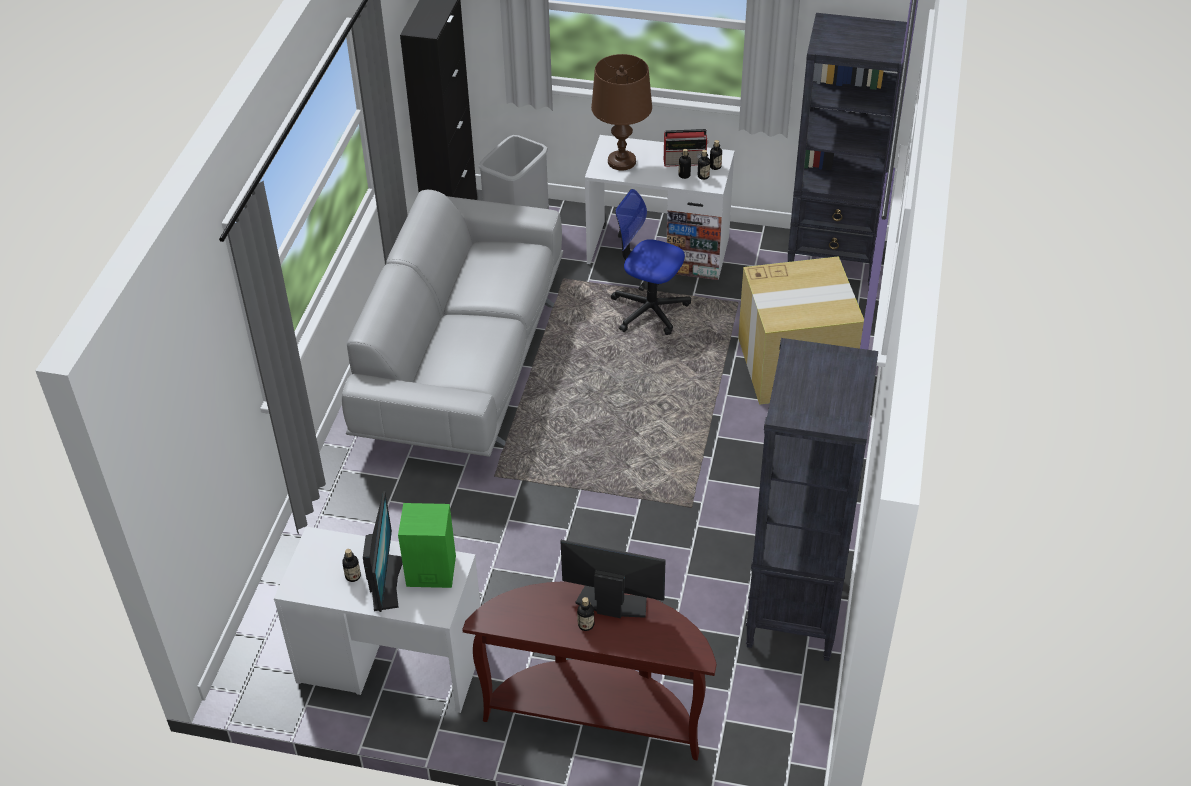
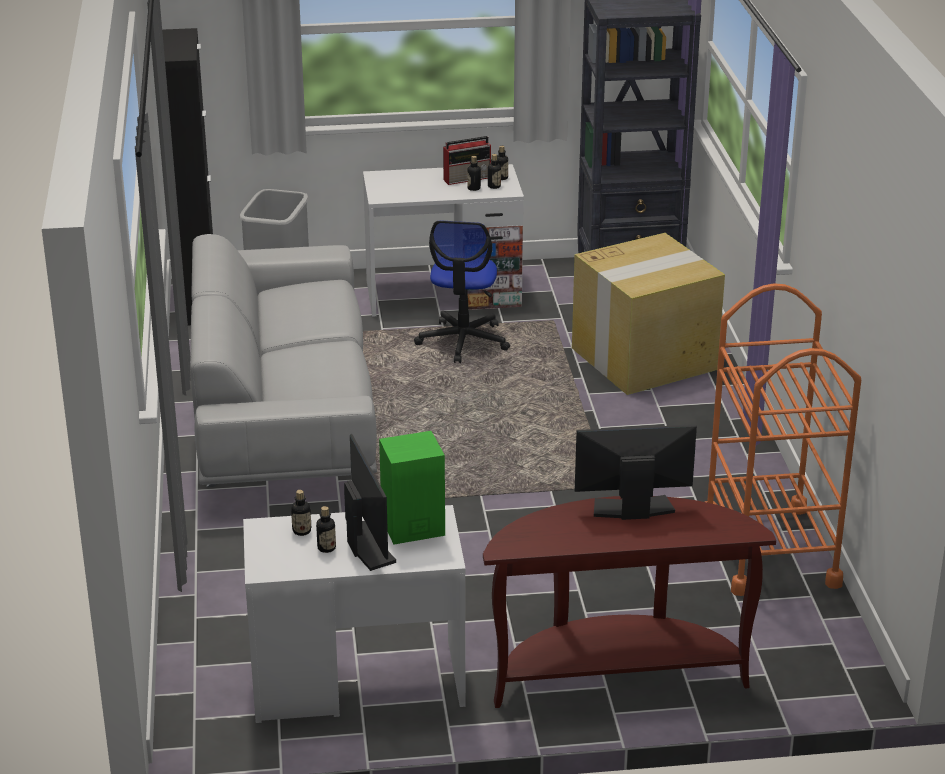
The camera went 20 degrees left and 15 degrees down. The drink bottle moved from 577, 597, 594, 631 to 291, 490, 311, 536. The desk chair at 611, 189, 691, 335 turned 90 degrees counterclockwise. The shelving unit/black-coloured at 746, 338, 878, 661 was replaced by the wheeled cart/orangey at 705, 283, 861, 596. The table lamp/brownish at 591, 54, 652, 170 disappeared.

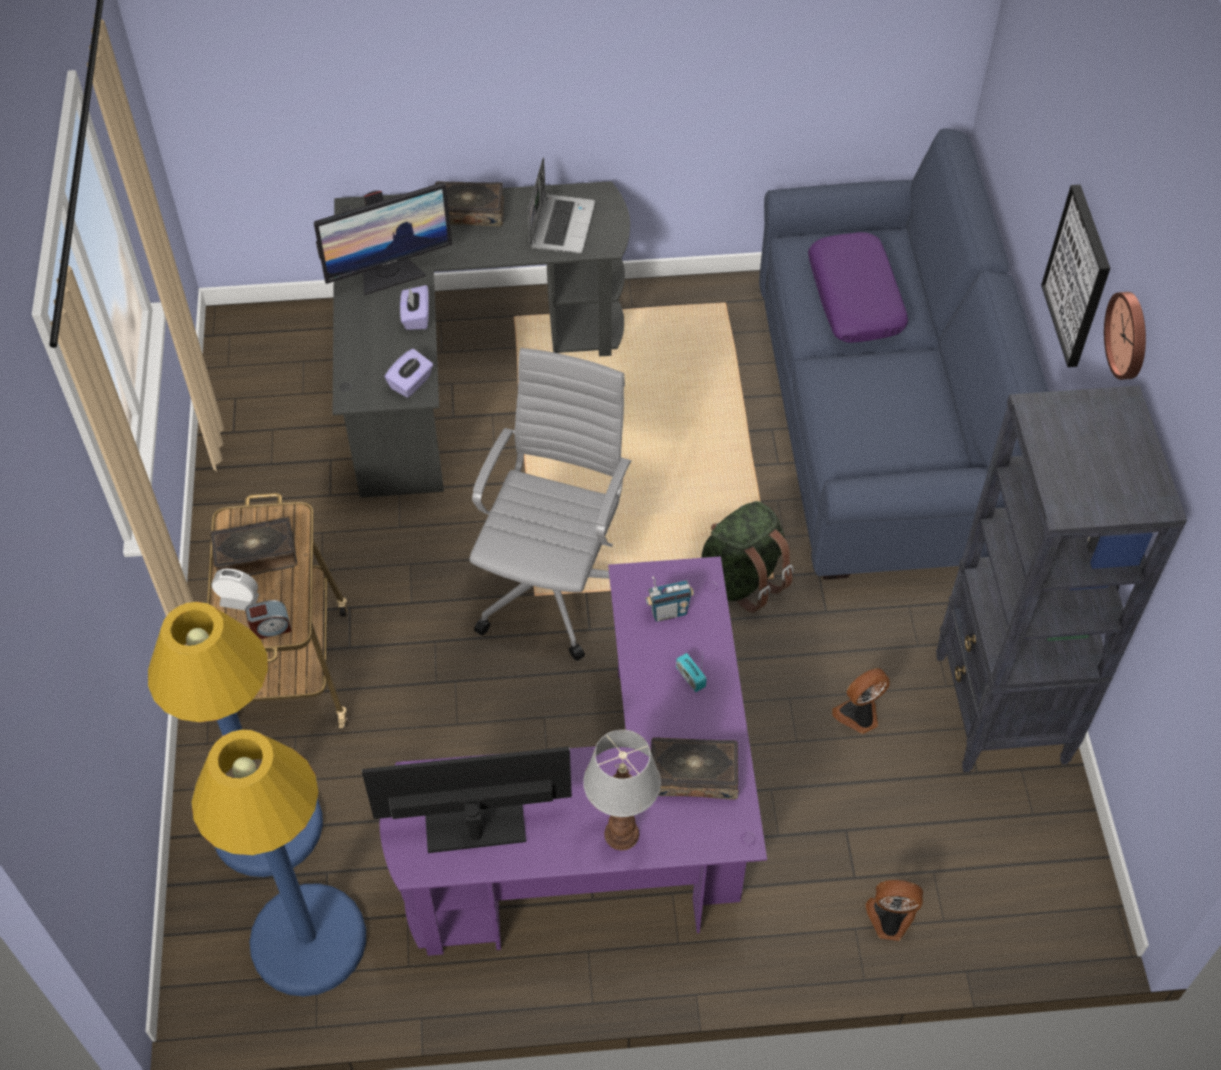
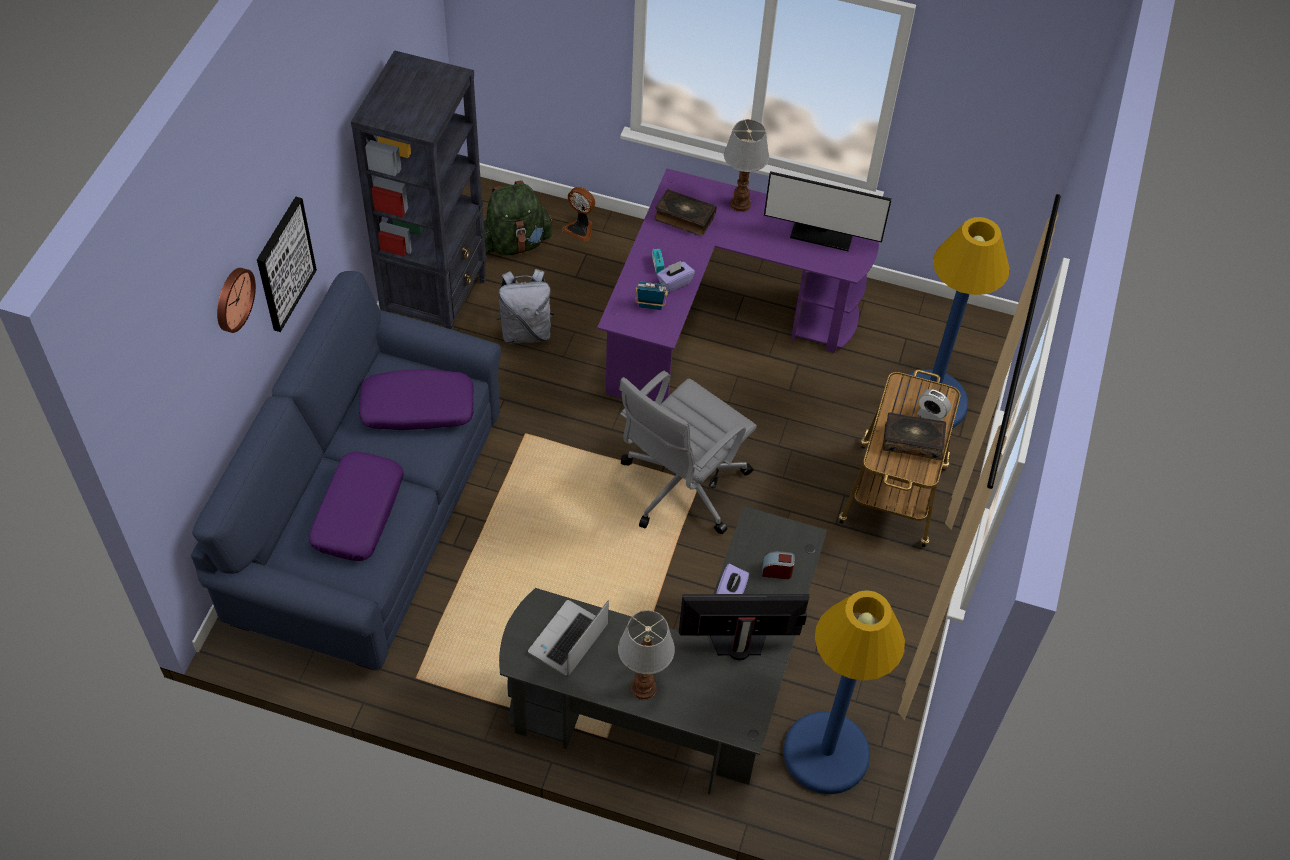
The camera went 160 degrees left and 0 degrees up. The wall clock moved from 1104, 292, 1146, 380 to 217, 268, 256, 333. The cushion/purple at 359, 369, 474, 430 appeared. The backpack/green moved from 701, 501, 794, 613 to 483, 180, 553, 256. The fan at 832, 668, 890, 734 was replaced by the backpack/gray at 497, 269, 555, 344. The volume at 435, 181, 504, 226 was replaced by the table lamp at 618, 610, 675, 700. The tissue box/purple moved from 384, 349, 433, 398 to 657, 261, 695, 293. The bedside clock moved from 245, 600, 292, 639 to 762, 551, 795, 579. The standing lamp/bluish moved from 191, 730, 366, 997 to 783, 590, 905, 794.

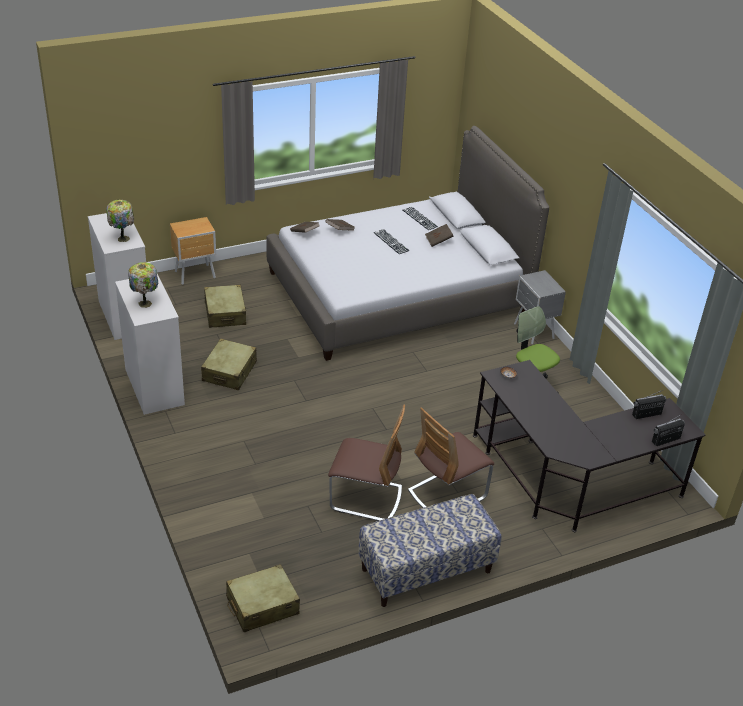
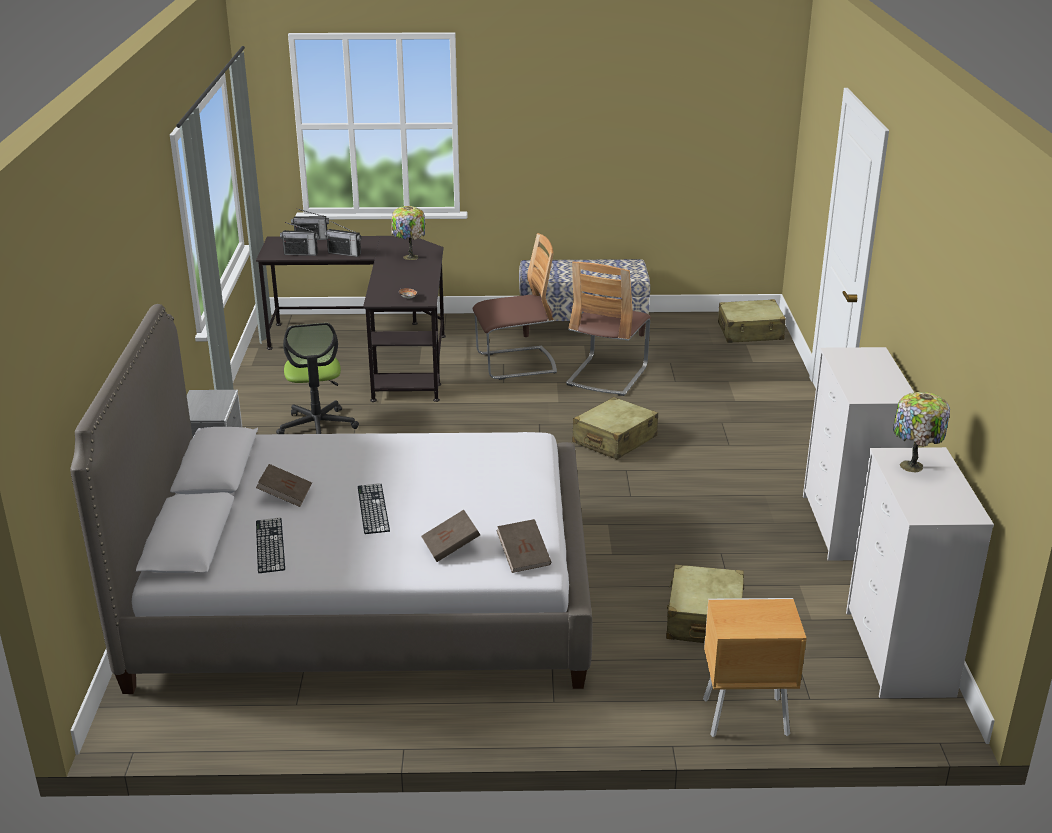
The camera went 155 degrees left and 10 degrees down. The radio at 325, 221, 362, 257 appeared. The table lamp moved from 128, 262, 158, 308 to 391, 206, 425, 260. The plain chair at 328, 405, 405, 521 turned 105 degrees counterclockwise. The piece of luggage/sand-coloured moved from 201, 338, 257, 390 to 572, 397, 658, 459.

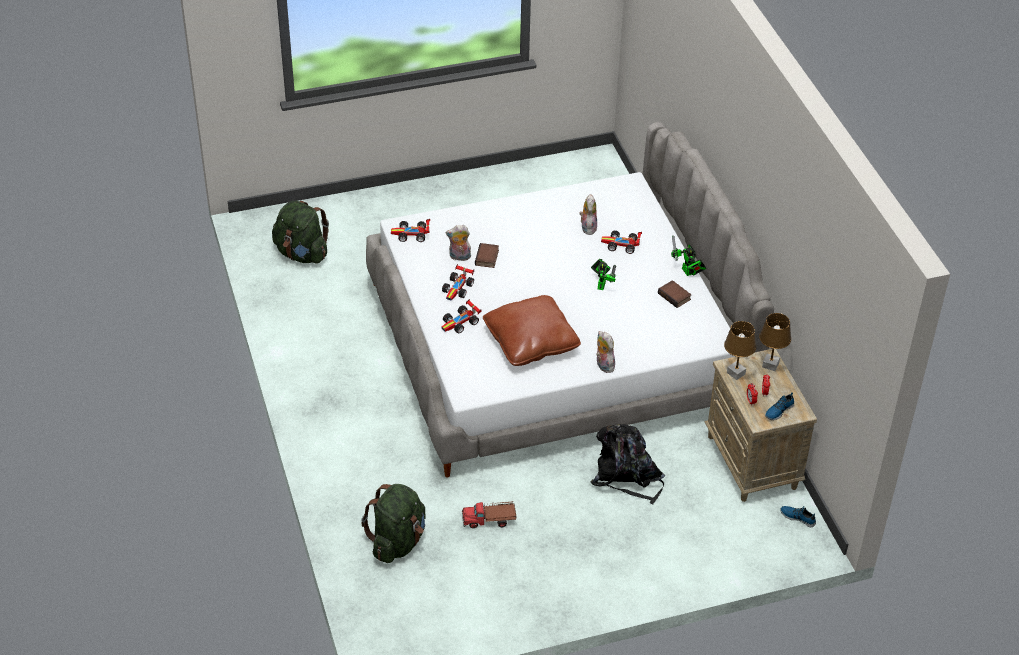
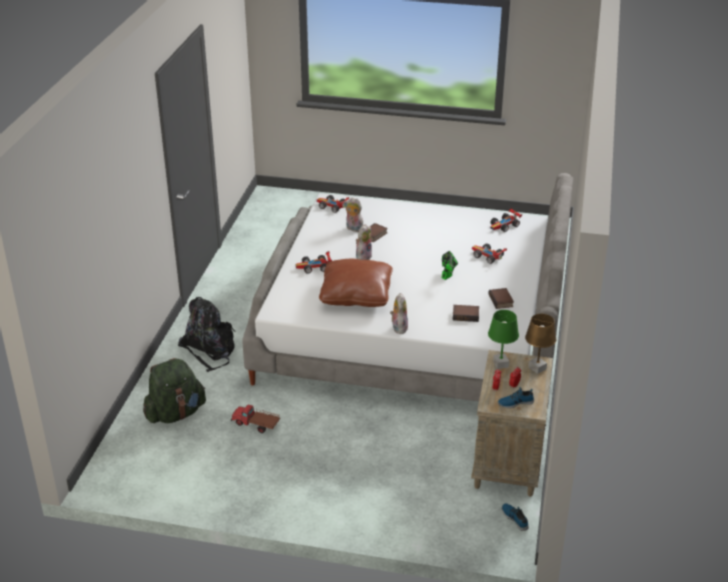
The camera went 30 degrees right and 10 degrees down. The backpack/black-coloured moved from 591, 424, 665, 504 to 178, 297, 236, 372. The plush toy moved from 579, 194, 597, 235 to 356, 224, 372, 260. The volume at 453, 305, 479, 322 appeared. The table lamp/brownish at 724, 321, 756, 380 became the table lamp/green at 488, 310, 519, 369. The miniature car moved from 442, 264, 474, 301 to 490, 208, 522, 232. The backpack/green at 272, 201, 329, 264 disappeared. The robot figure at 671, 235, 706, 276 disappeared.

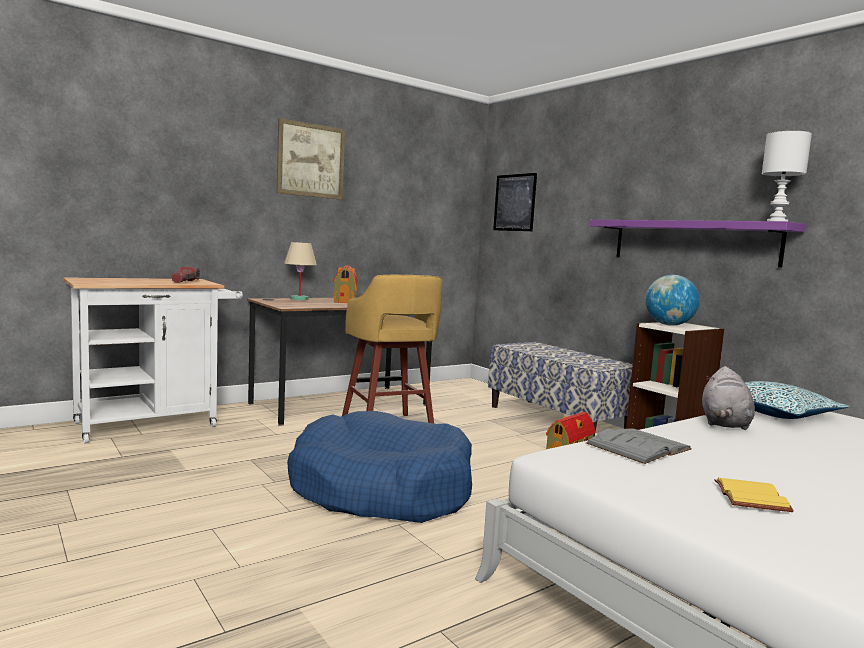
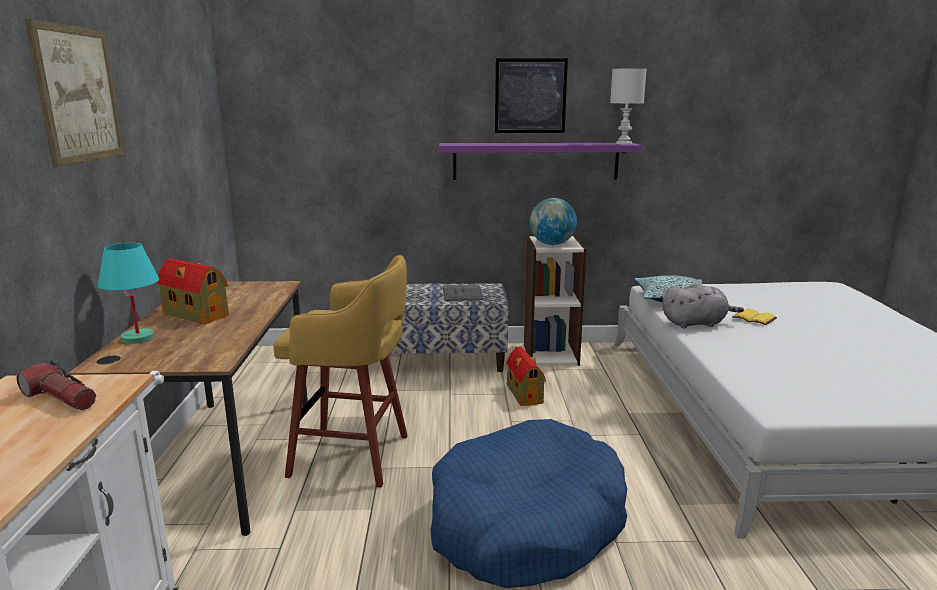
The camera went 55 degrees left and 10 degrees up. The table lamp/sand-coloured at 284, 242, 317, 300 became the table lamp/turquoise-coloured at 98, 243, 159, 344. The volume/gray moved from 586, 428, 692, 464 to 443, 284, 484, 301. The wall art moved from 493, 173, 537, 231 to 495, 58, 568, 133. The plush toy/gray at 702, 366, 755, 430 turned 60 degrees counterclockwise. The volume/yellow moved from 715, 478, 794, 512 to 732, 309, 777, 325.

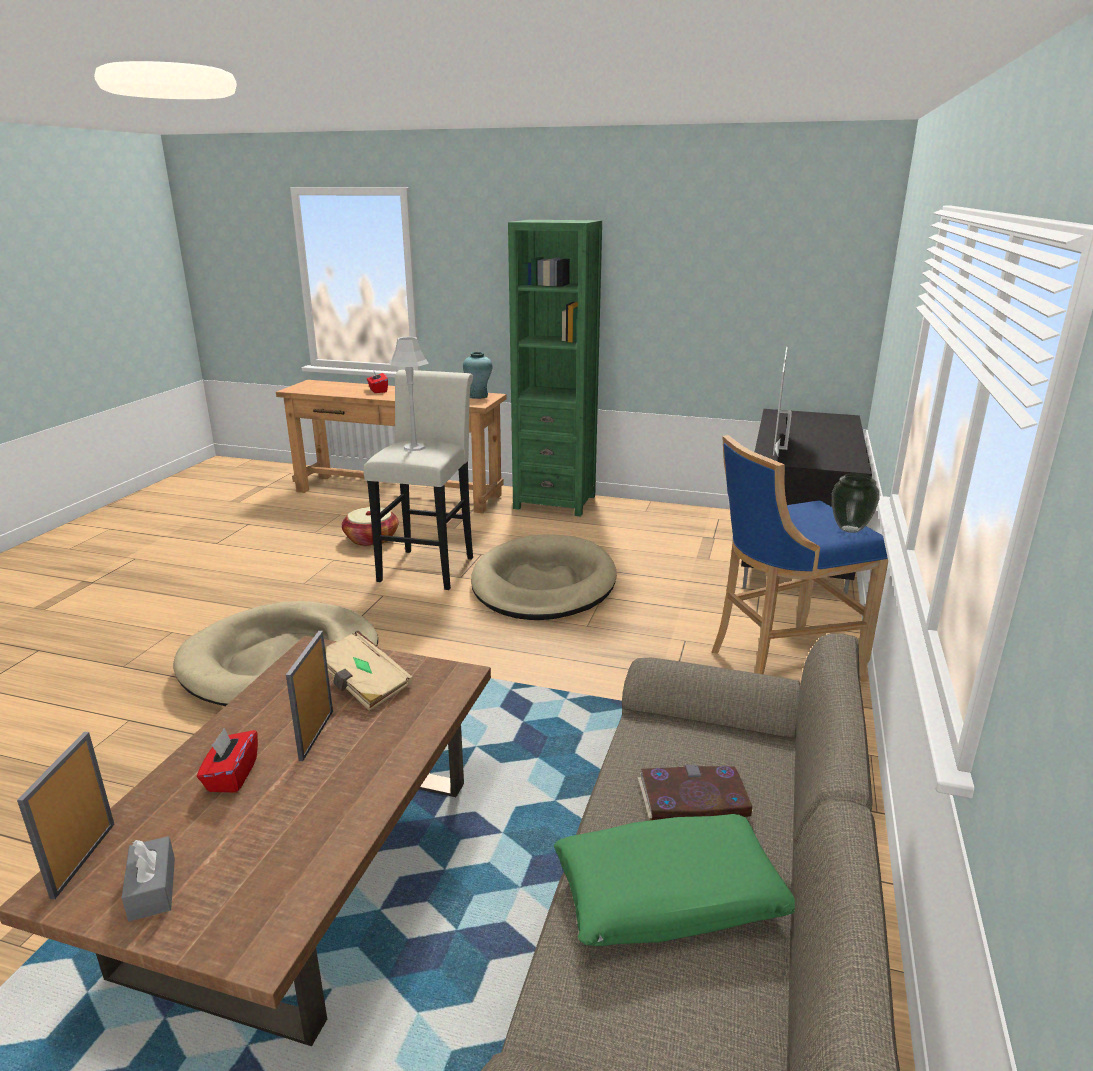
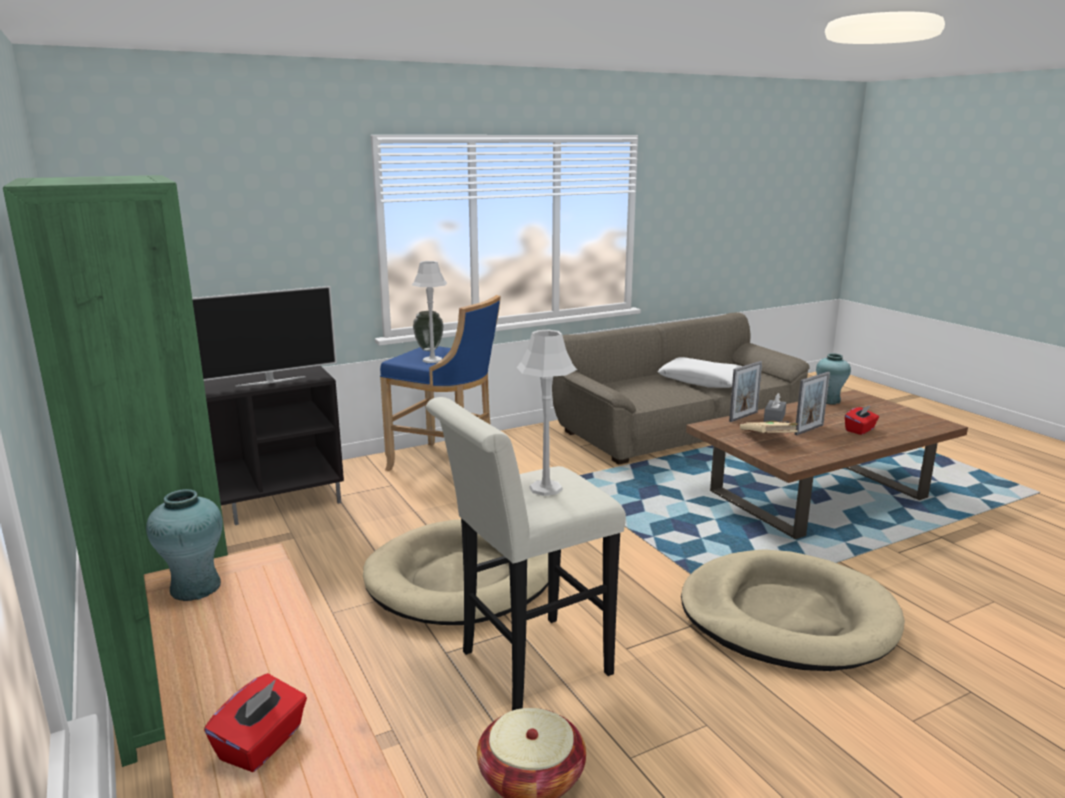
The camera went 135 degrees left and 5 degrees down. The table lamp/gray at 412, 261, 447, 363 appeared. The cushion/green at 554, 814, 795, 946 became the cushion/white-coloured at 658, 357, 742, 388. The photo frame moved from 17, 732, 115, 899 to 729, 361, 762, 422. The tissue box/gray moved from 122, 836, 175, 921 to 764, 393, 786, 422. The vase/turquoise-coloured at 816, 353, 851, 405 appeared. The volume at 638, 765, 753, 820 disappeared.

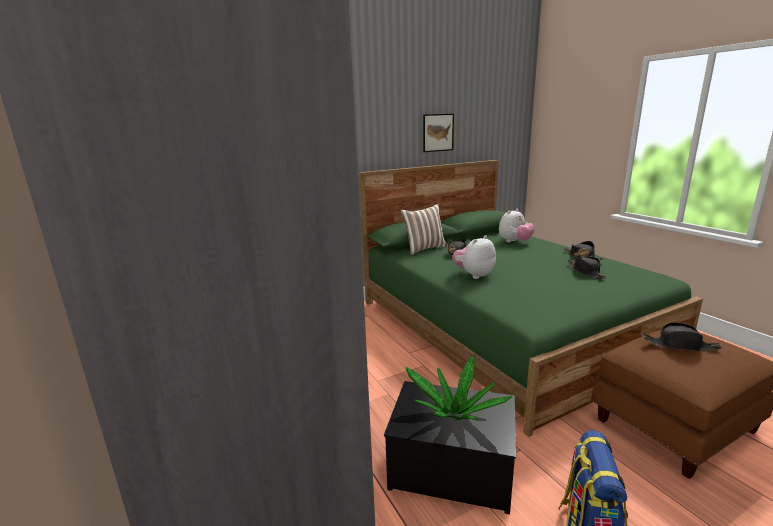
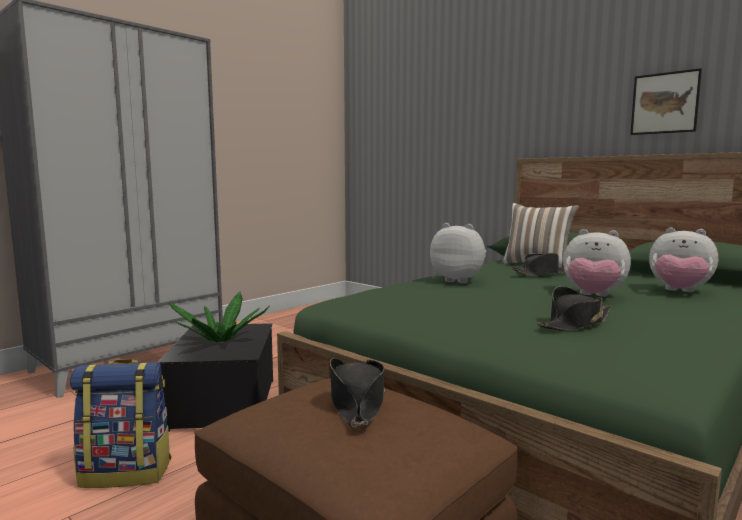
The camera went 70 degrees right and 10 degrees down. The plush toy at 563, 229, 631, 297 appeared. The clothing hat/black-coloured at 564, 241, 603, 260 disappeared.

